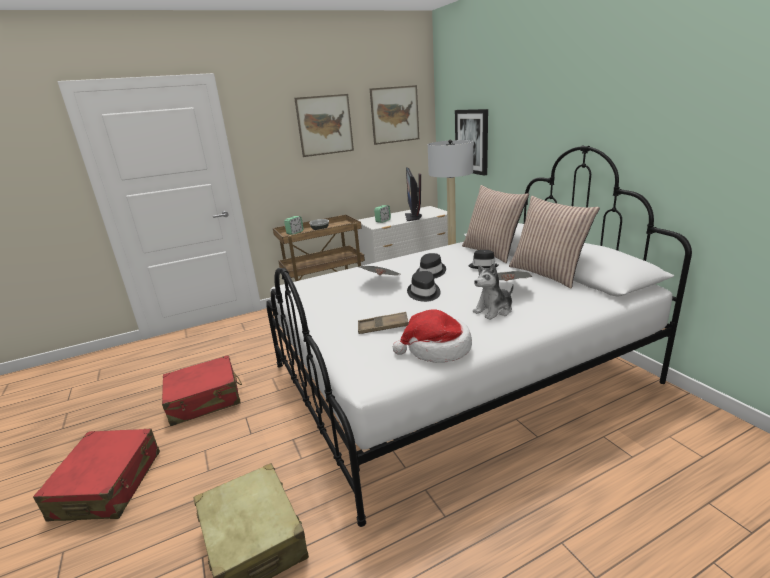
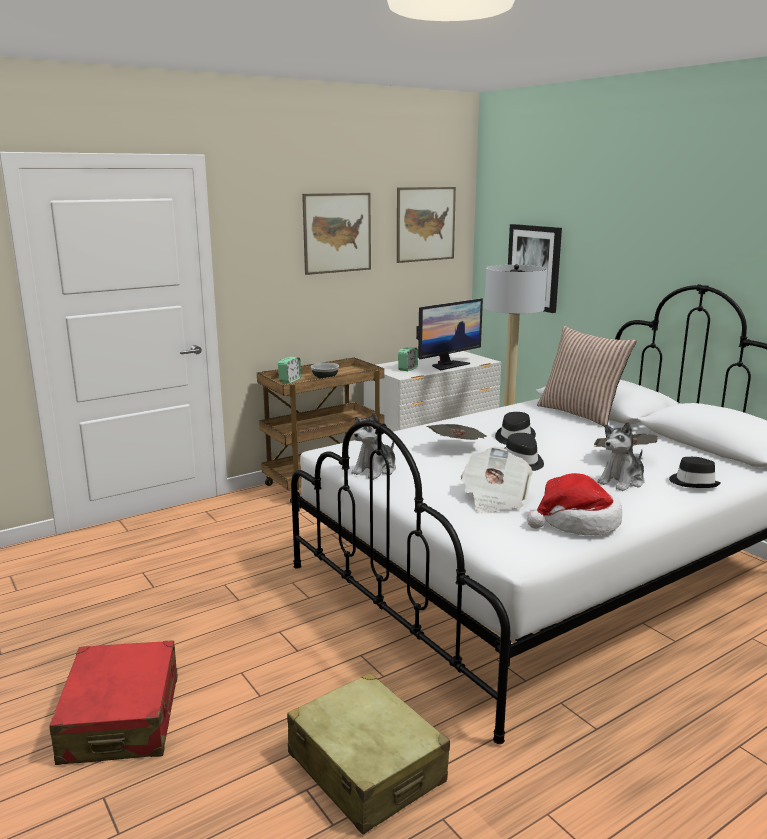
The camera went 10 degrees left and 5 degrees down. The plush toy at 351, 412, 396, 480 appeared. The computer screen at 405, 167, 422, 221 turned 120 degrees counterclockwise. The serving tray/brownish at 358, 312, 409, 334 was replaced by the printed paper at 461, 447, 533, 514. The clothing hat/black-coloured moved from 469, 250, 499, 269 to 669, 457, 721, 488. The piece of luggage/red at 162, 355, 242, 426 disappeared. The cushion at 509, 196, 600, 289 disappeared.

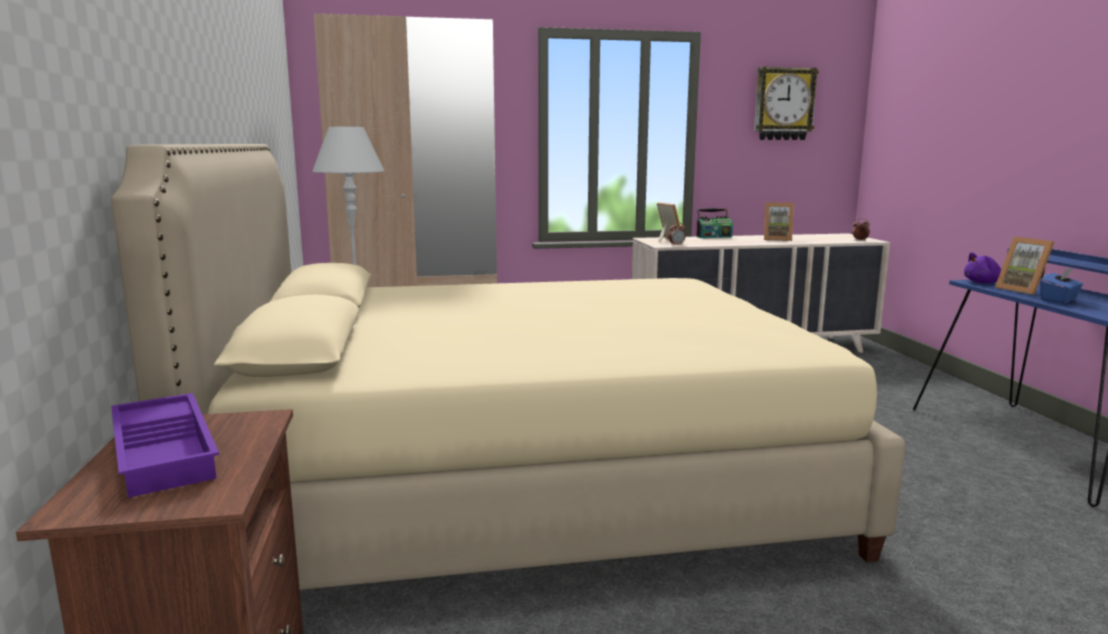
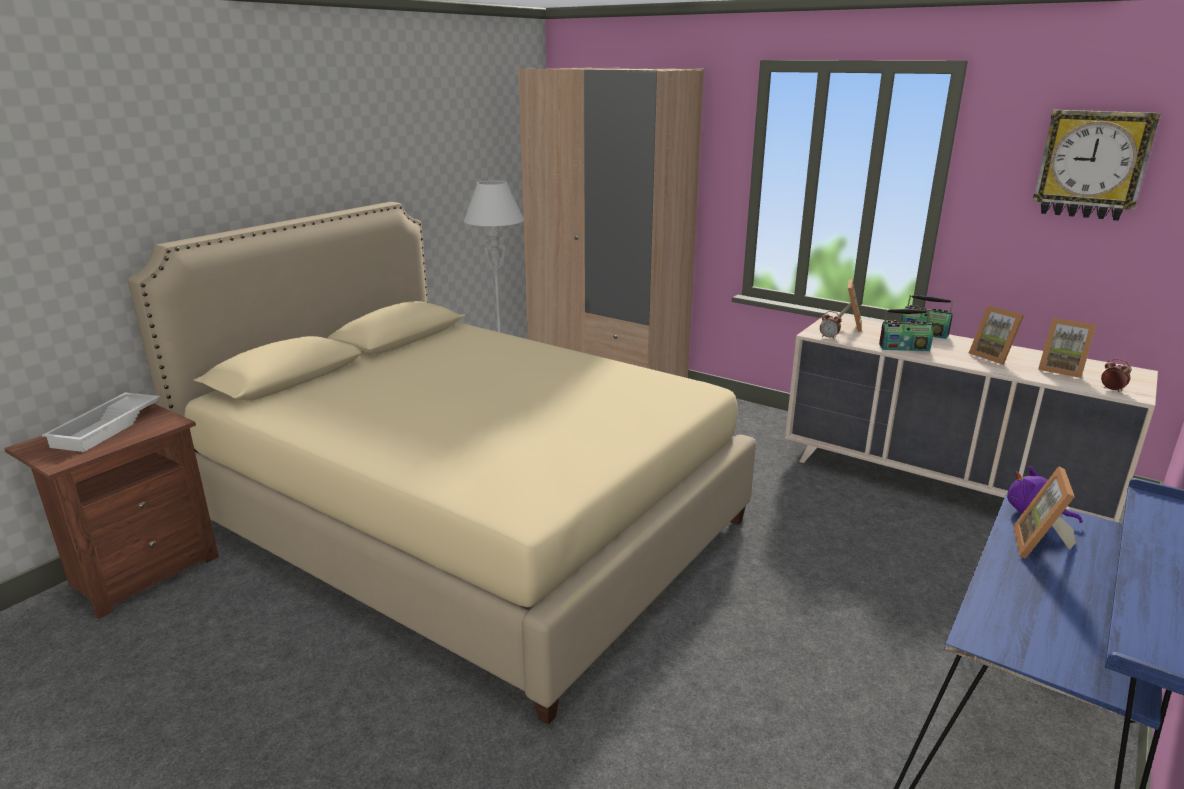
The camera went 45 degrees right and 10 degrees up. The serving tray/purple at 111, 393, 219, 498 became the serving tray/white-coloured at 42, 392, 160, 452. The radio at 879, 309, 933, 351 appeared. The photo frame at 1038, 318, 1096, 378 appeared. The tissue box/bluish at 1040, 268, 1083, 304 disappeared.

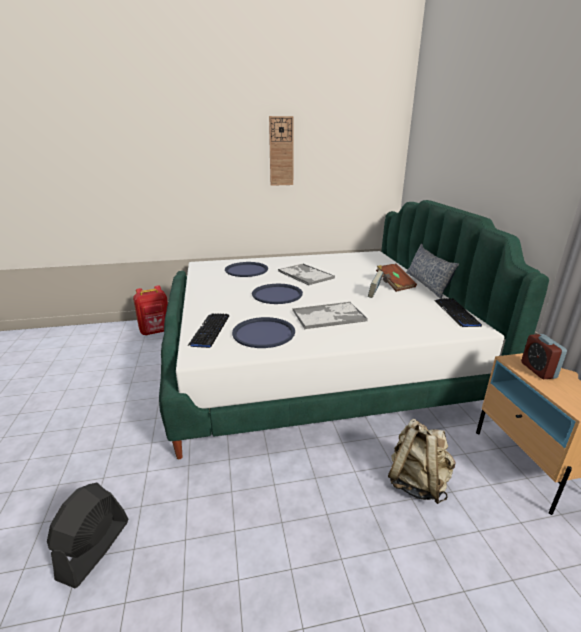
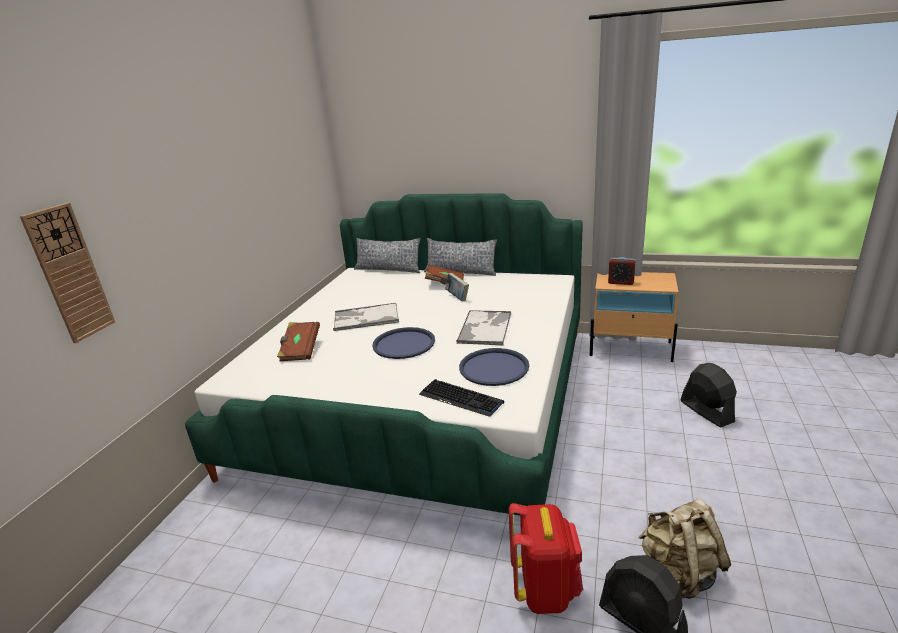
The camera went 60 degrees left and 0 degrees up. The wall clock moved from 269, 116, 294, 186 to 20, 203, 115, 343. The serving tray/bluish at 225, 262, 268, 277 was replaced by the volume/brownish at 277, 322, 320, 361. The cushion at 354, 238, 421, 273 appeared. The backpack/red moved from 133, 285, 168, 335 to 509, 503, 583, 614. The backpack/sand-coloured moved from 388, 419, 455, 504 to 638, 499, 731, 599. The fan/black-coloured at 680, 363, 737, 427 appeared. The PC keyboard at 435, 298, 482, 327 disappeared.

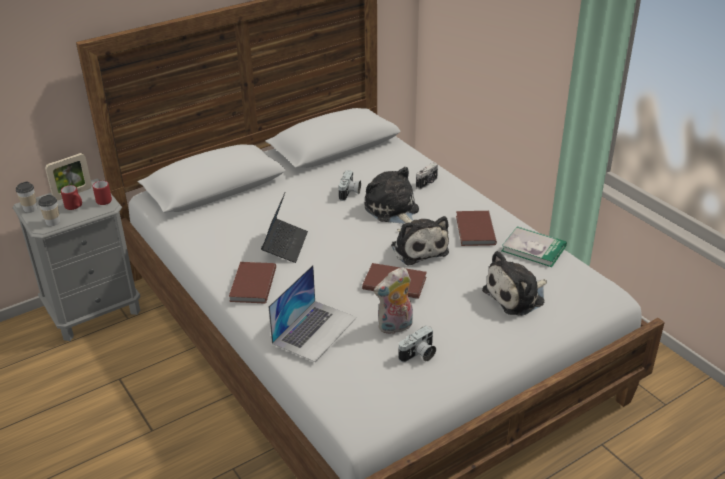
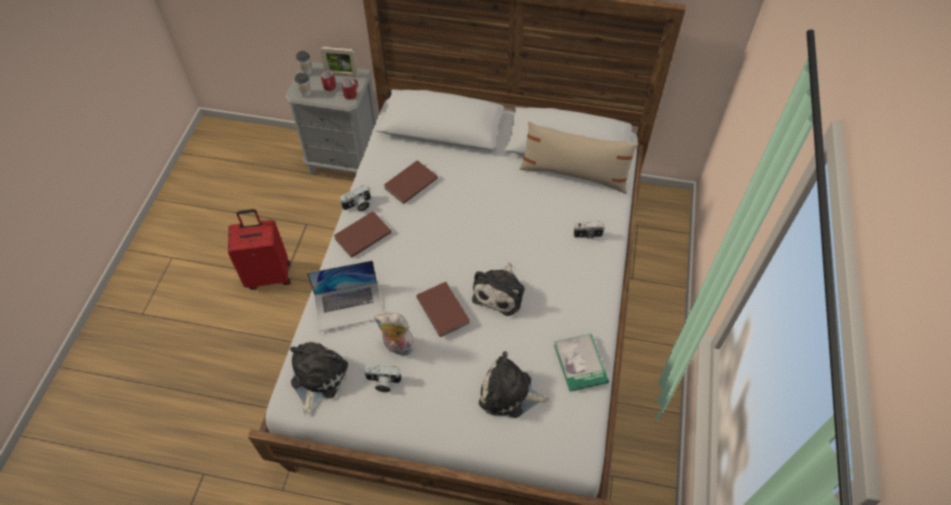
The camera went 45 degrees right and 20 degrees up. The piece of luggage/red at 228, 209, 291, 290 appeared. The plush toy moved from 364, 167, 419, 224 to 290, 342, 348, 415. The still camera moved from 338, 170, 361, 201 to 340, 185, 371, 211. The volume/brownish moved from 456, 211, 497, 246 to 384, 160, 438, 204. The cushion/sand-coloured at 519, 121, 639, 193 appeared. The portable computer at 261, 193, 308, 263 disappeared.

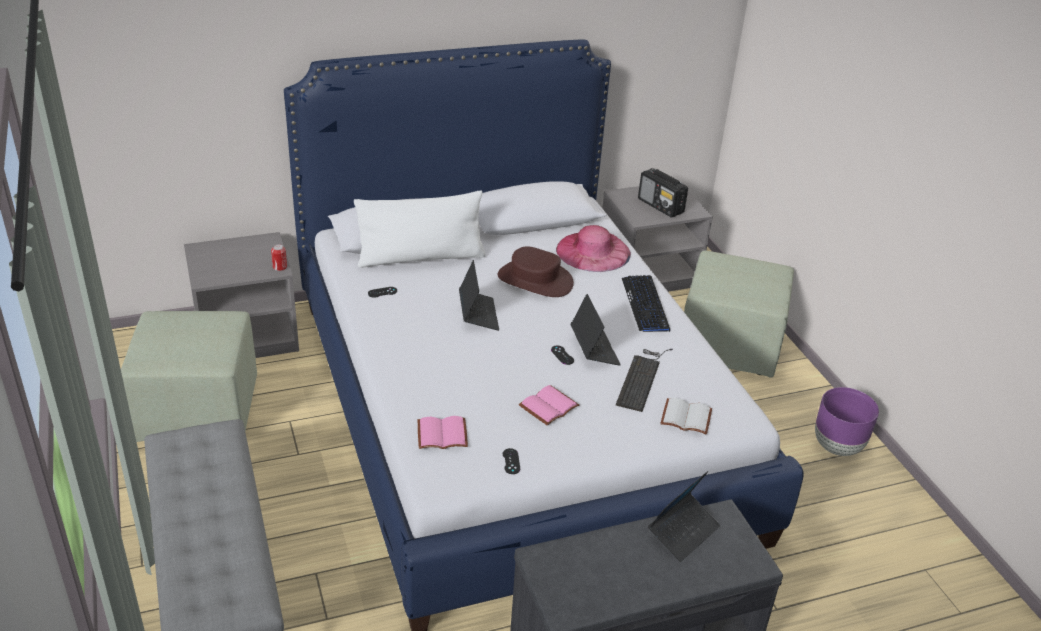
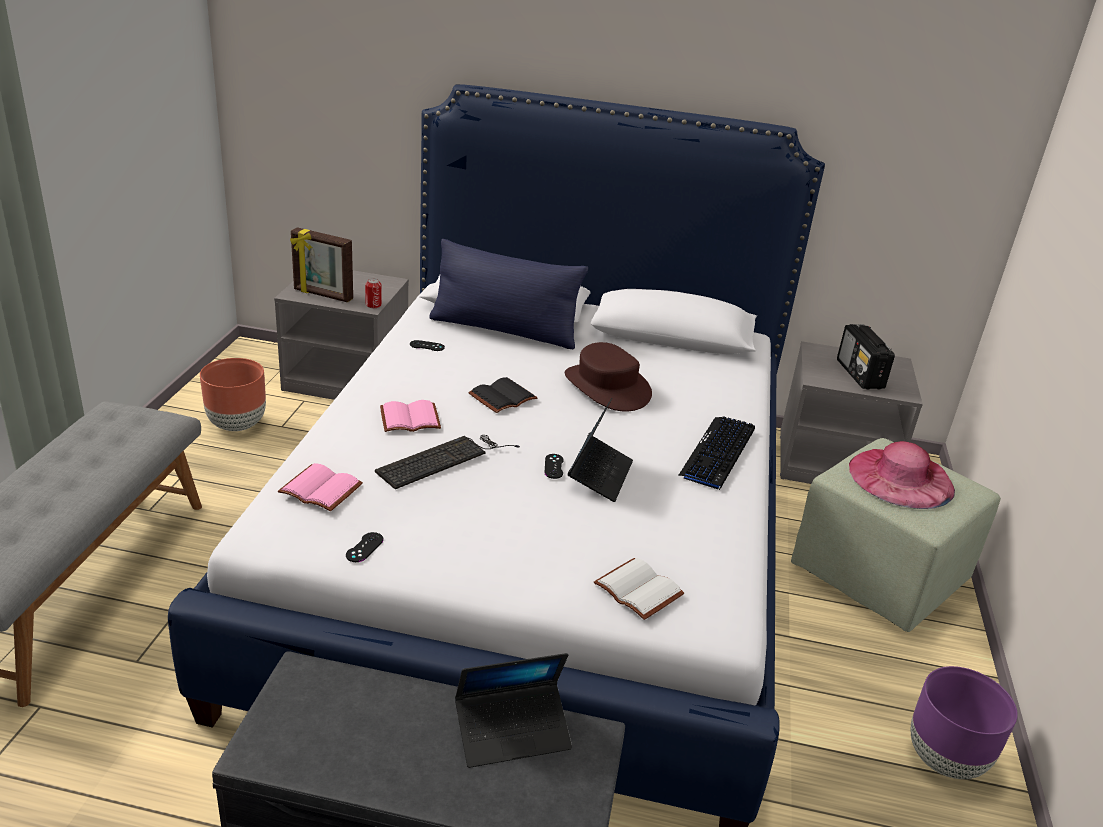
The camera went 30 degrees right and 5 degrees down. The ottoman/green at 121, 311, 257, 442 was replaced by the flower pot/brownish at 200, 358, 266, 431. The photo frame at 290, 227, 353, 302 appeared. The PC keyboard moved from 616, 349, 673, 412 to 375, 435, 520, 489. The volume/pink moved from 519, 385, 579, 426 to 380, 400, 441, 432. The cushion/white-coloured at 354, 191, 485, 267 became the cushion/bluish at 429, 239, 588, 349. The portable computer at 459, 260, 499, 331 was replaced by the volume/black-coloured at 468, 377, 538, 413. The clothing hat/pink moved from 556, 225, 631, 272 to 849, 441, 955, 509.

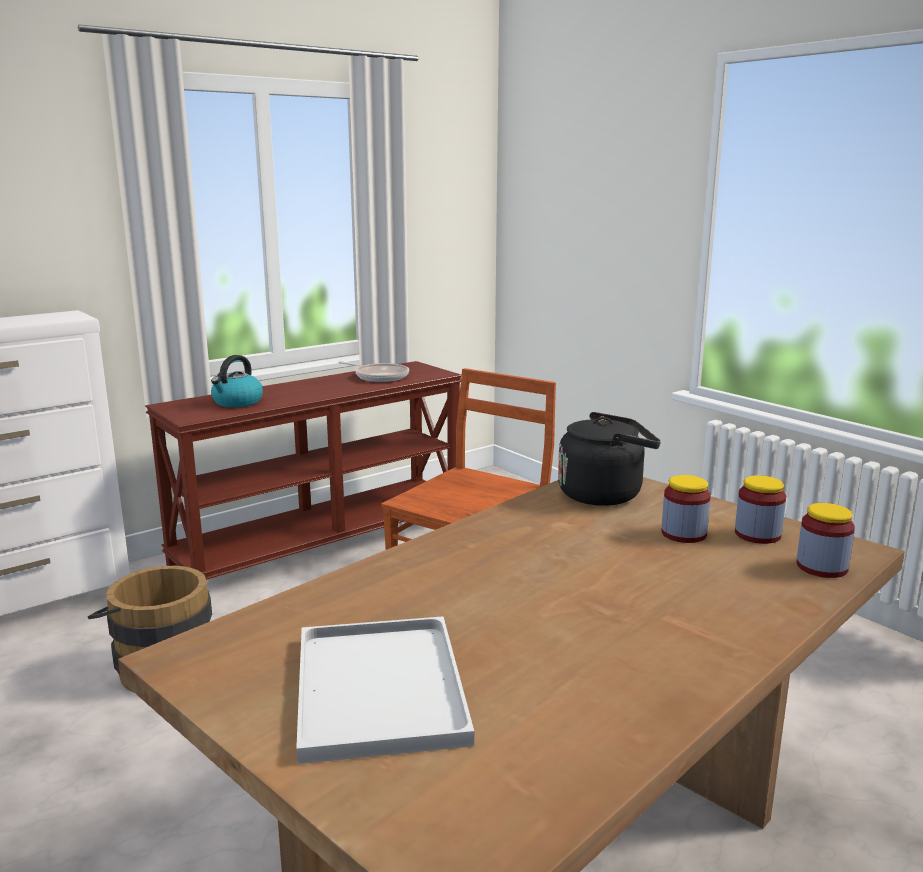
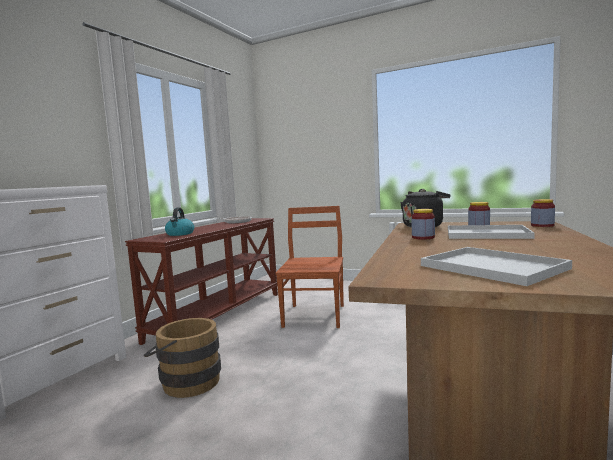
The camera went 25 degrees left and 10 degrees down. The storage jar moved from 735, 475, 786, 544 to 411, 209, 435, 240. The serving tray/white-coloured at 448, 225, 535, 239 appeared.

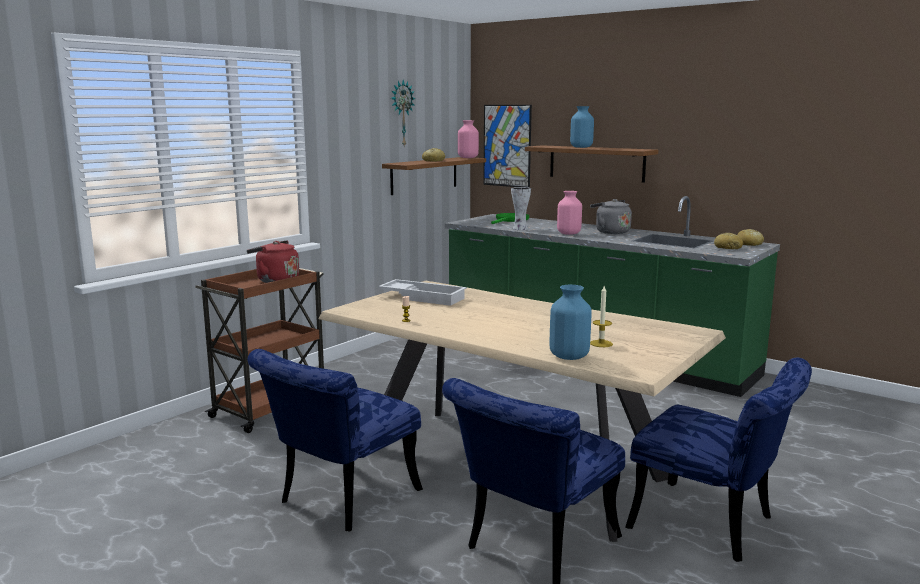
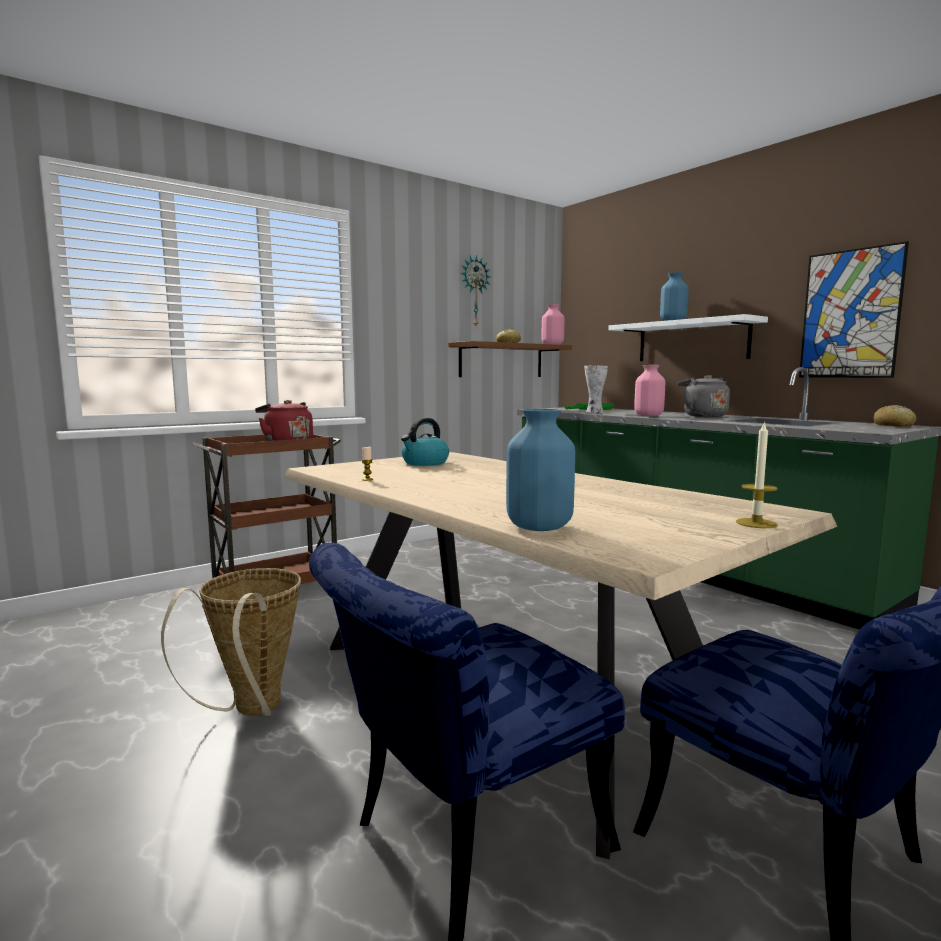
The camera went 15 degrees right and 5 degrees down. The plain chair/bluish at 248, 349, 423, 532 was replaced by the storage basket at 161, 568, 301, 716. The serving tray/white-coloured at 378, 279, 467, 306 was replaced by the kettle at 401, 418, 449, 466. The wall shelf/brownish at 525, 145, 658, 183 became the wall shelf/white-coloured at 608, 314, 768, 361. The wax light moved from 590, 286, 613, 347 to 736, 423, 778, 528. The wall art moved from 483, 105, 532, 188 to 799, 241, 909, 378. The bread at 714, 233, 743, 249 disappeared.

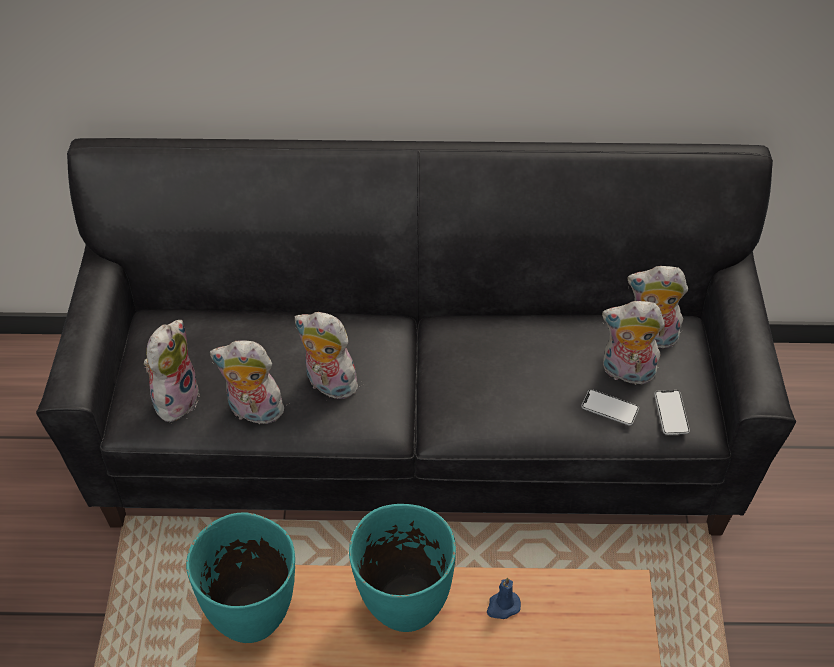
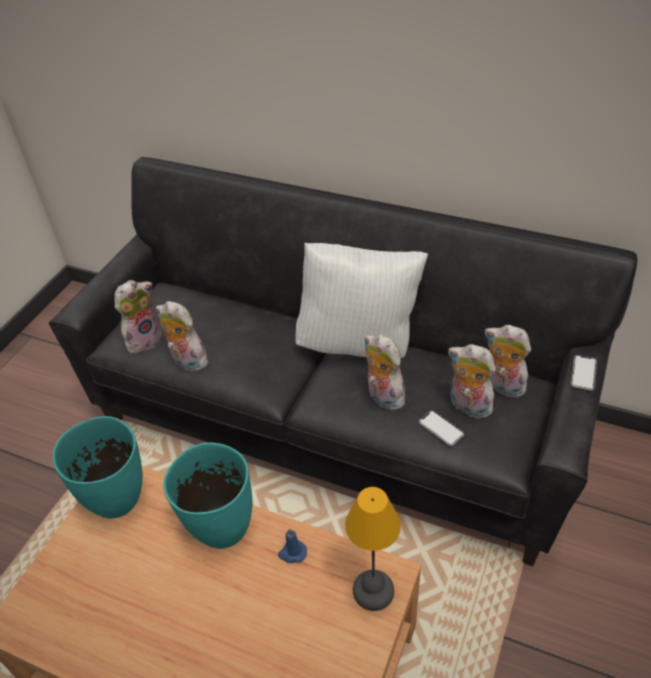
The camera went 25 degrees right and 5 degrees down. The cushion/white-coloured at 296, 243, 428, 358 appeared. The table lamp at 345, 487, 401, 611 appeared. The plush toy moved from 295, 312, 360, 399 to 365, 334, 406, 411. The telephone moved from 654, 390, 690, 435 to 571, 355, 597, 391.

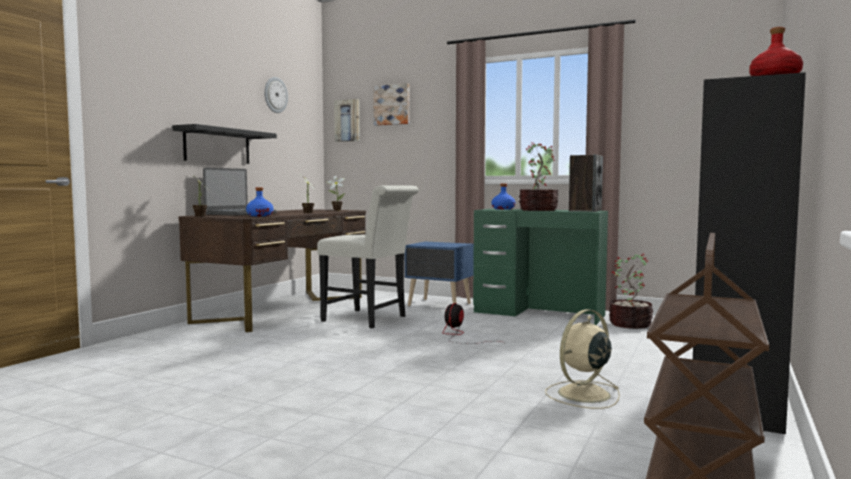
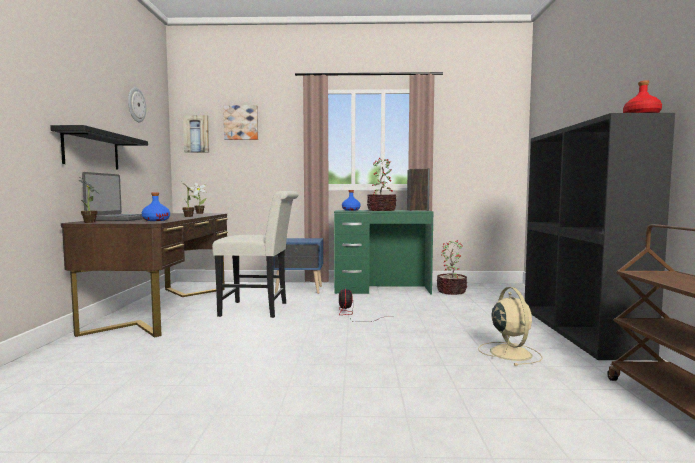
The camera went 25 degrees left and 0 degrees up. The fan/sand-coloured at 545, 309, 620, 409 turned 150 degrees clockwise.

